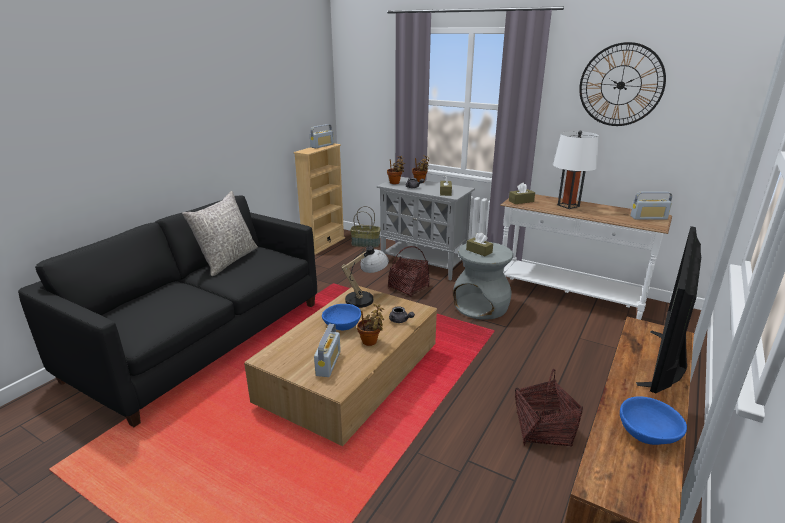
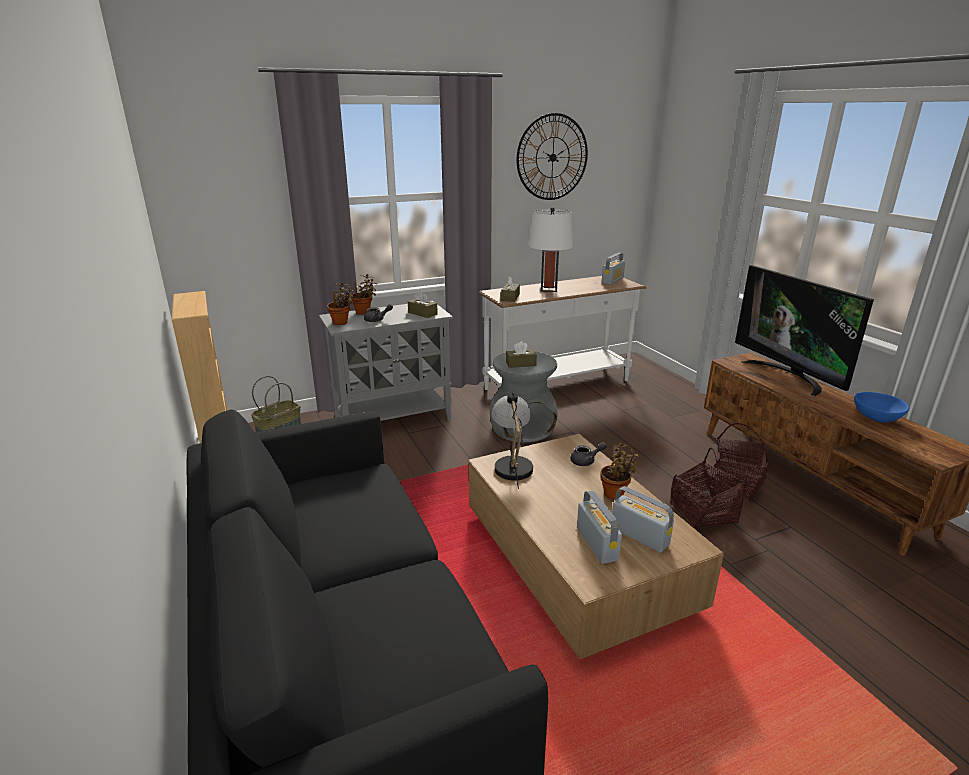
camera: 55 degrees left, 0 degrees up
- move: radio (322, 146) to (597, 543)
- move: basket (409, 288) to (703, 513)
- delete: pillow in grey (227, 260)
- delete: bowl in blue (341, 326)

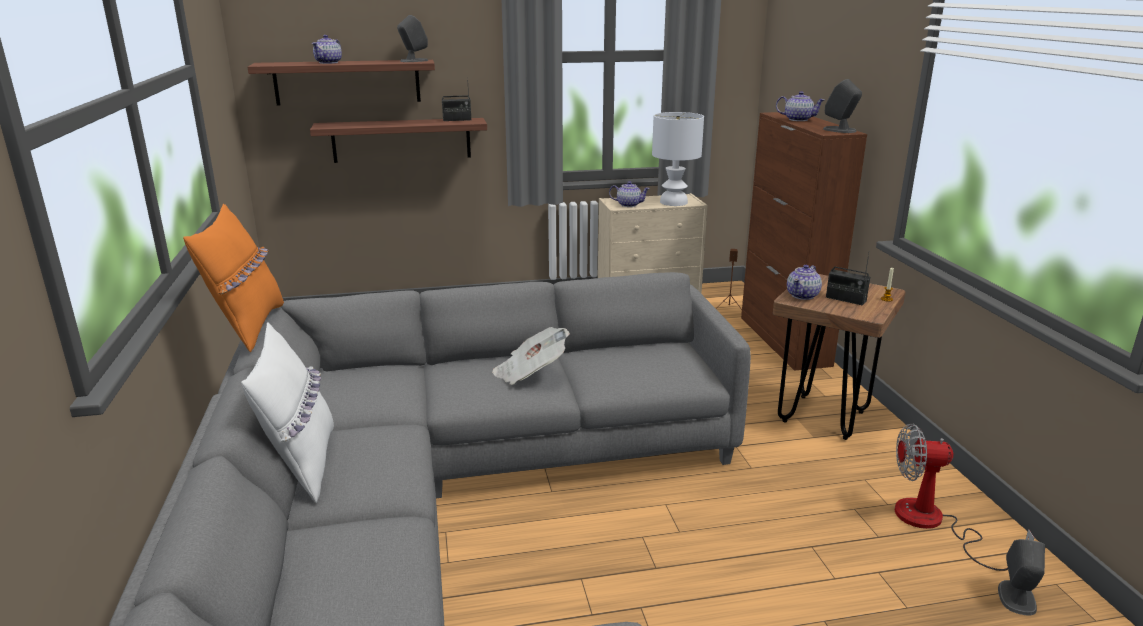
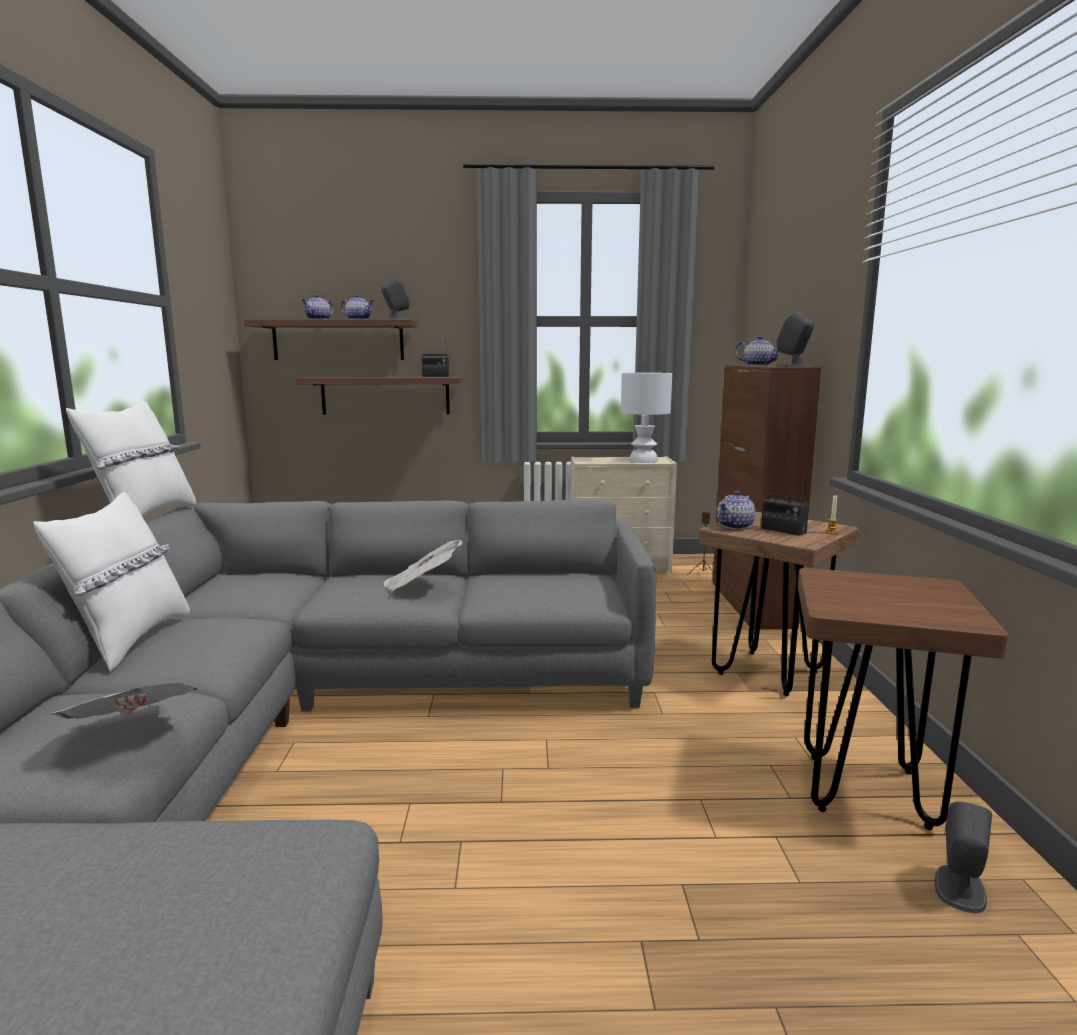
camera: 10 degrees right, 10 degrees down
- insert: newspaper (132, 733)
- recolor: pillow in orange (248, 327) to pillow in white (144, 517)
- move: teapot (628, 205) to (358, 319)
- replace: fan (933, 524) to stool in brown (867, 791)

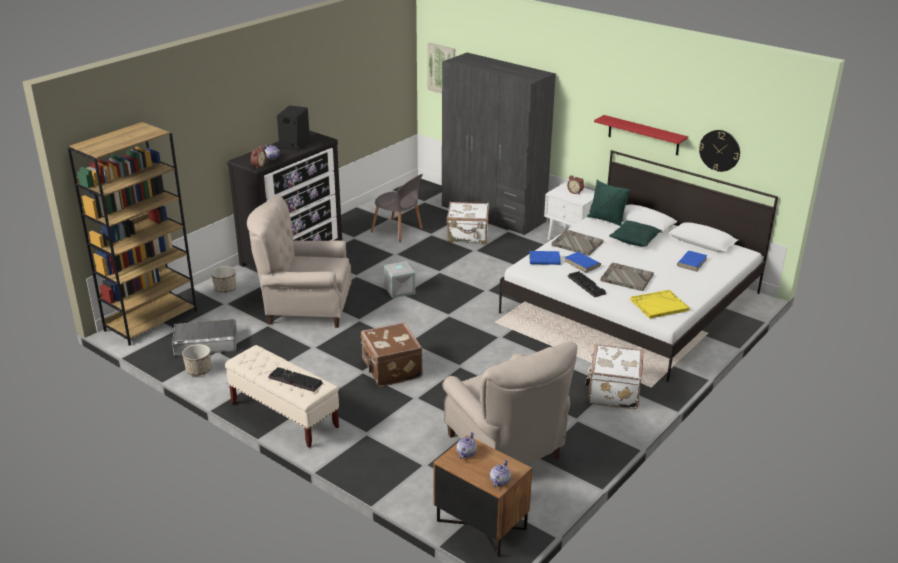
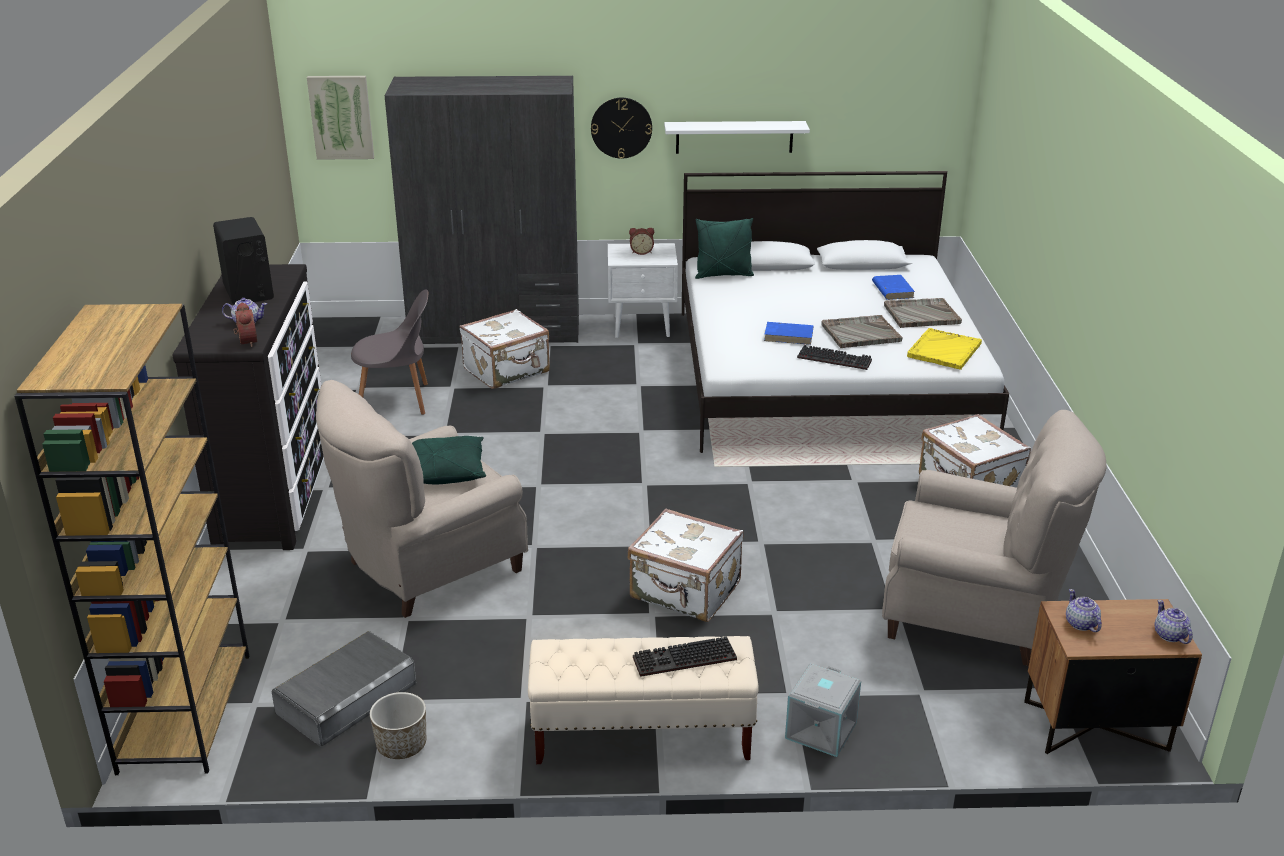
camera: 40 degrees left, 0 degrees up
- move: pillow in green (635, 240) to (446, 471)
- move: wall clock (719, 150) to (621, 127)
- recolor: suitcase in brown (391, 370) to suitcase in white (685, 592)
- recolor: shelf in red (643, 135) to shelf in white (734, 137)
- move: storage box in grey (399, 290) to (822, 731)
- move: tray in grey (576, 243) to (921, 314)
- delete: planter (225, 289)
- delete: book in blue (544, 260)

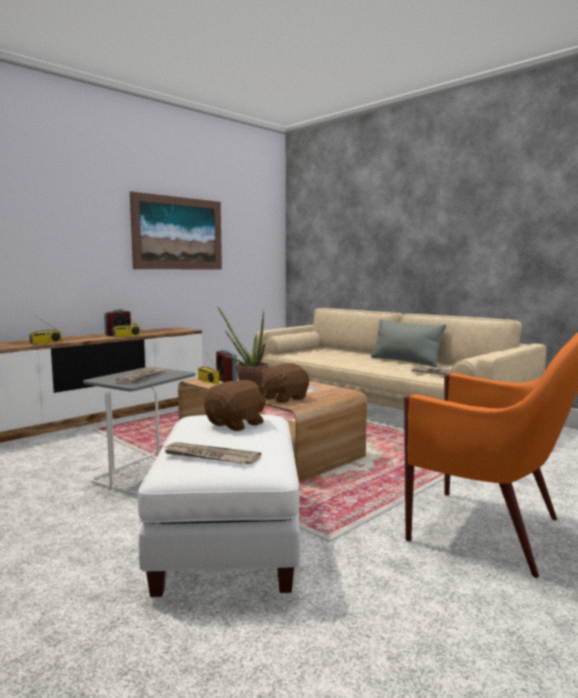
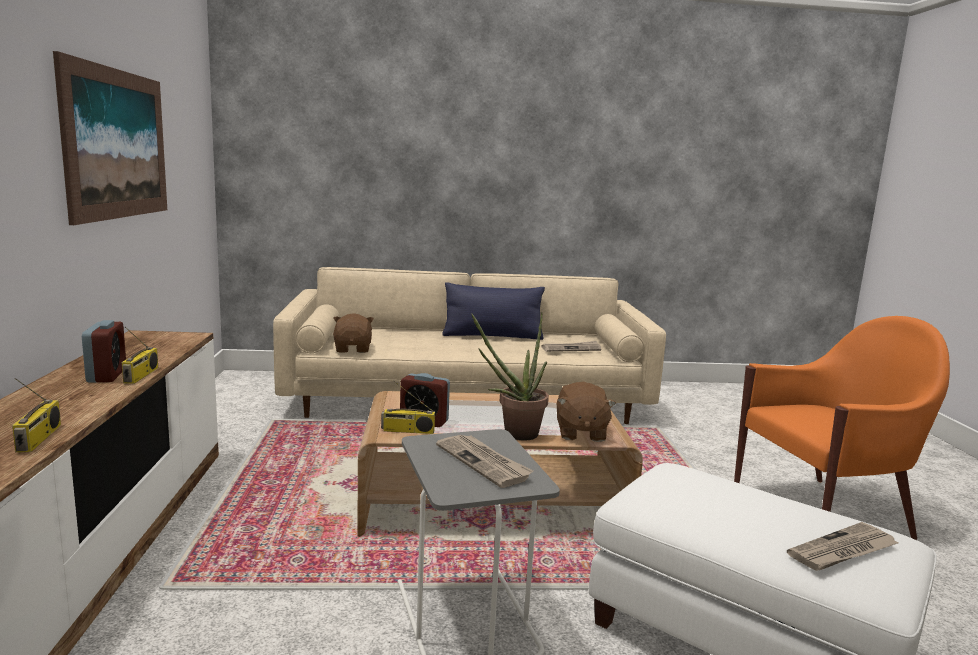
camera: 50 degrees left, 5 degrees up
- move: plush toy in brown (237, 424) to (353, 349)
- recolor: pillow in grey (405, 361) to pillow in blue (492, 336)

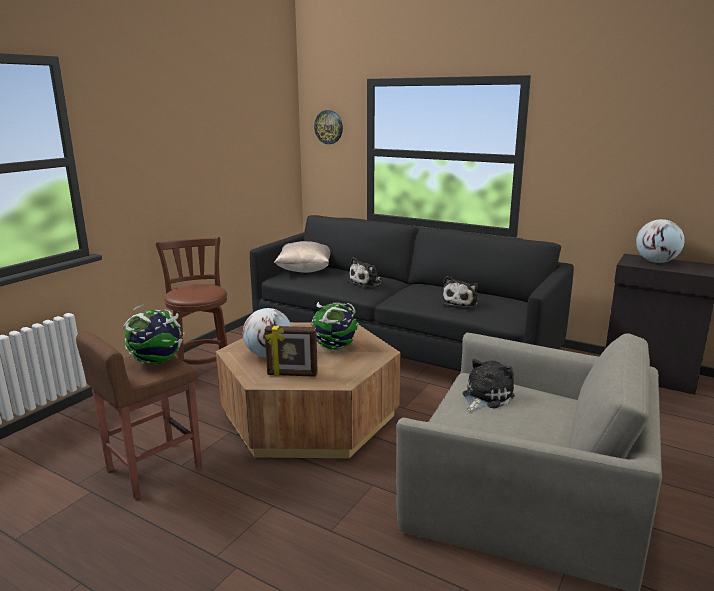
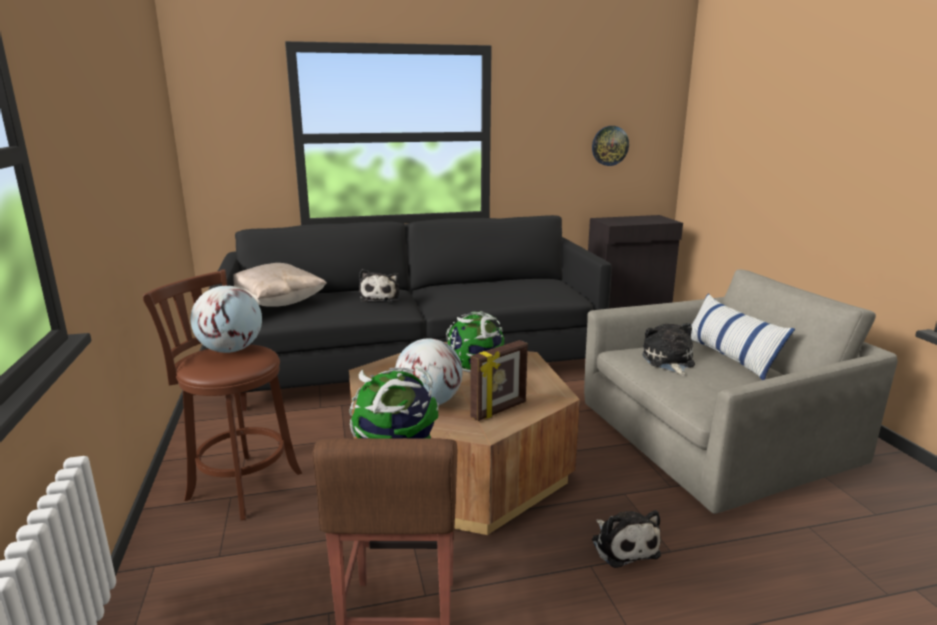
camera: 45 degrees left, 0 degrees up
- move: globe (656, 262) to (231, 350)
- move: wall clock (329, 127) to (609, 145)
- move: plush toy (461, 302) to (623, 545)
- insert: pillow (729, 356)

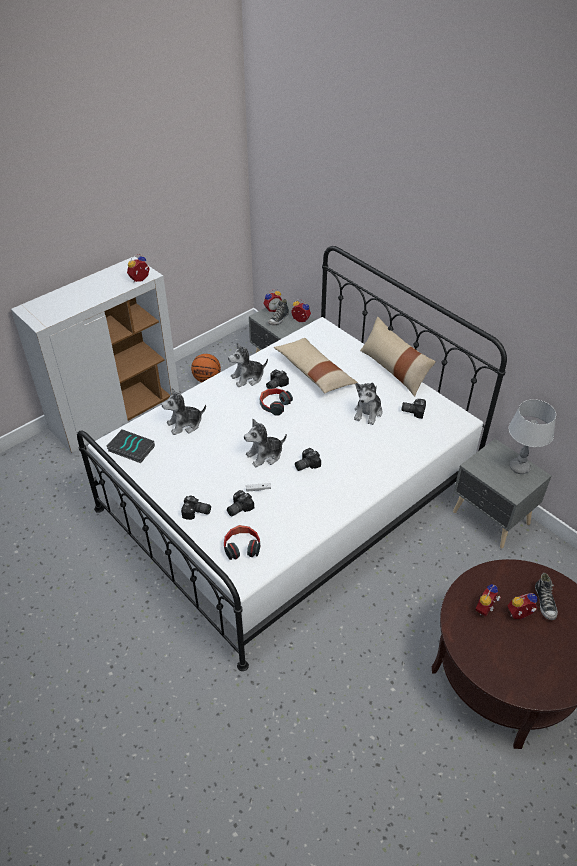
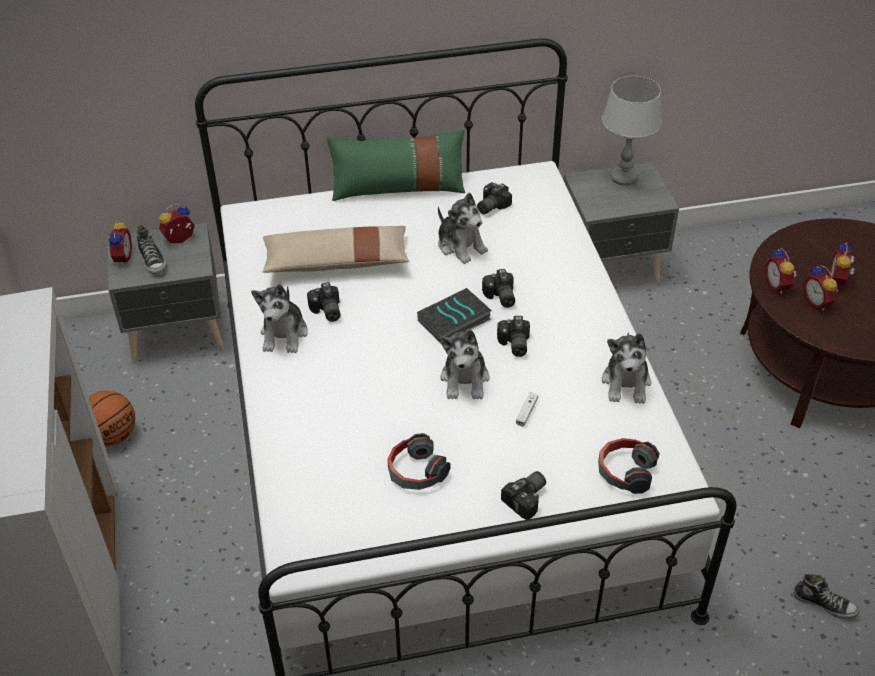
camera: 60 degrees left, 0 degrees up
- recolor: pillow in beige (394, 369) to pillow in green (398, 187)
- move: headphones (274, 405) to (415, 472)
- move: book (130, 449) to (454, 321)
- move: photo camera (238, 508) to (500, 297)
- move: plush toy (185, 424) to (626, 382)
- move: alarm clock (140, 280) to (778, 285)
- move: shoe (545, 602) to (824, 604)

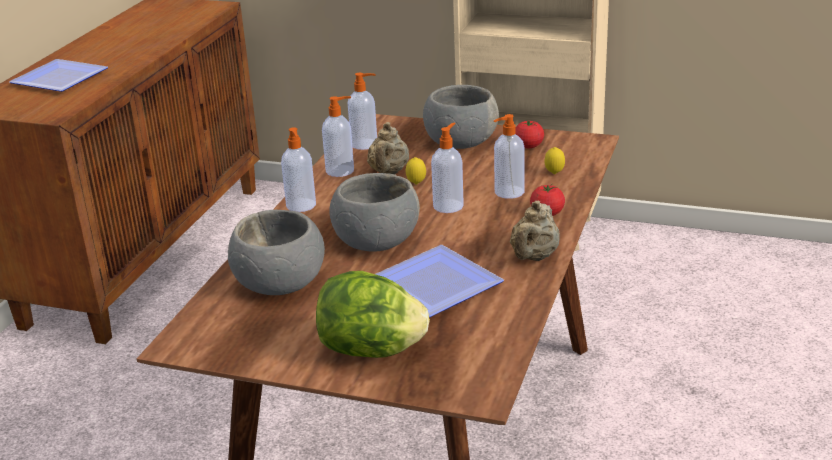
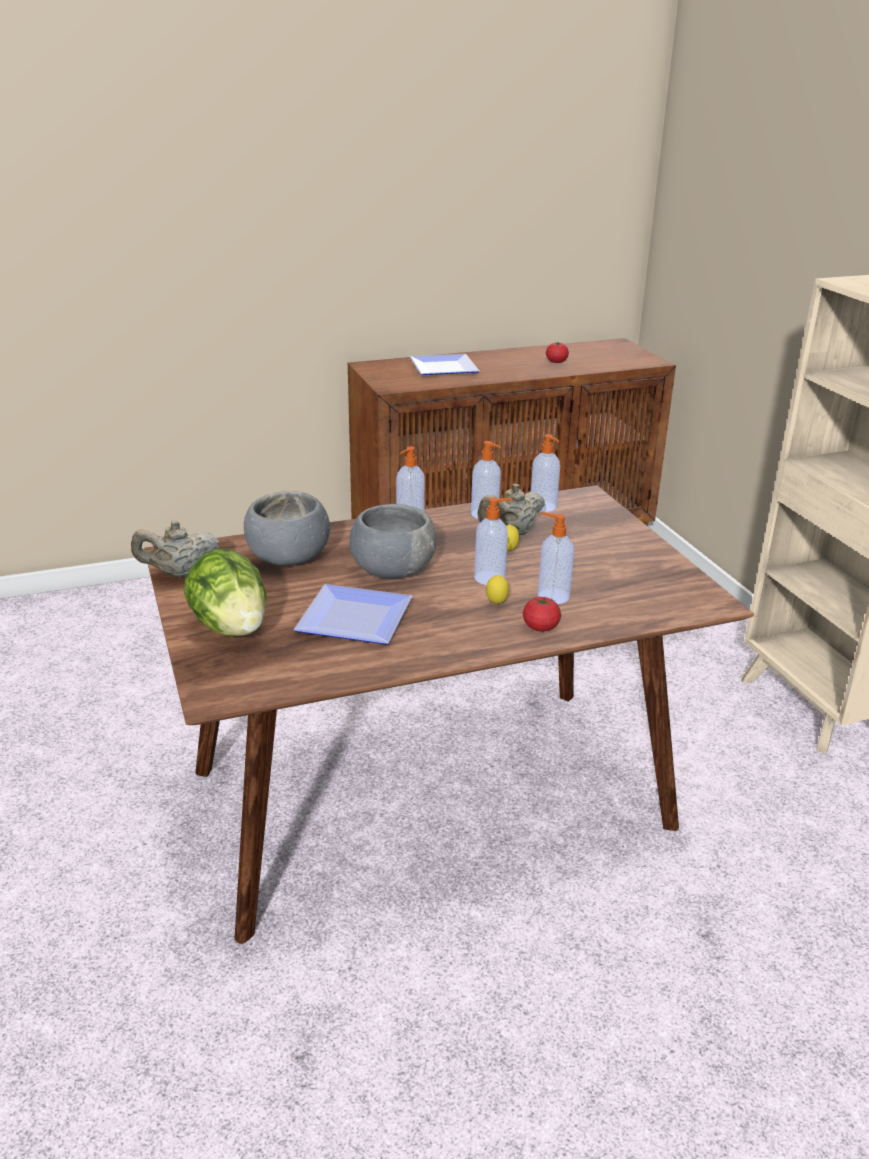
camera: 50 degrees right, 0 degrees up
- move: teapot in beige (534, 257) to (178, 573)
- move: lemon (554, 174) to (496, 604)
- move: tomato (528, 146) to (556, 362)
- delete: bowl in grey (461, 142)

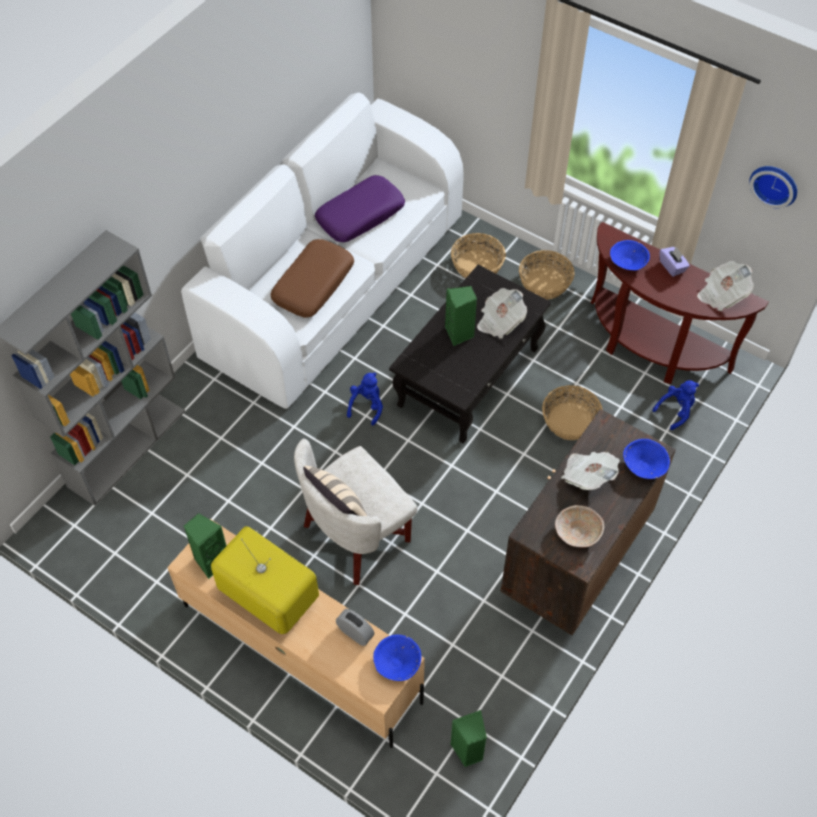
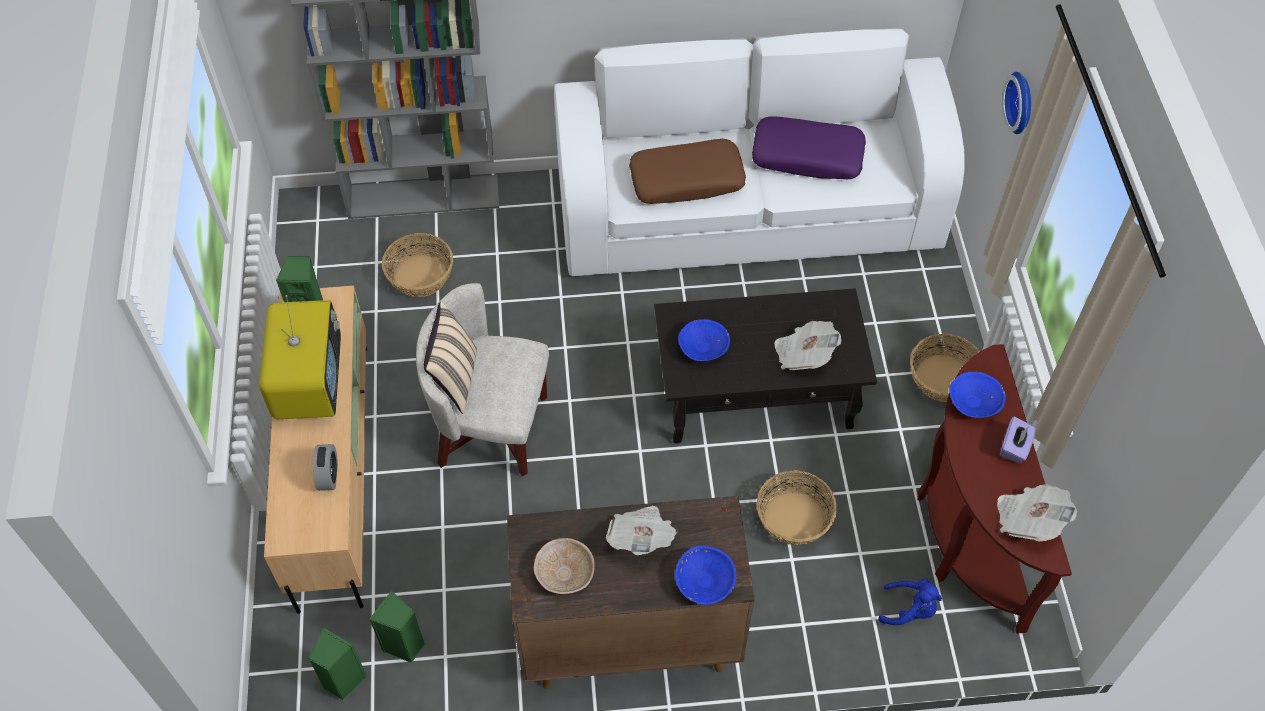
camera: 50 degrees right, 0 degrees up
- move: speaker in green (460, 334) to (404, 646)
- move: basket (476, 266) to (420, 276)
- move: bowl in blue (397, 662) to (704, 347)
- move: wall clock (775, 184) to (1022, 102)
- delete: plush toy in blue (367, 406)

